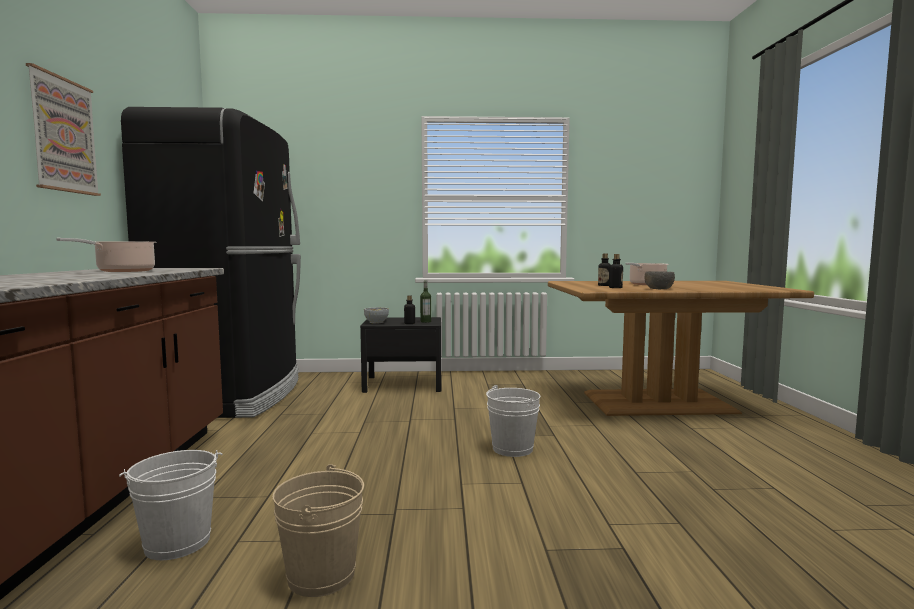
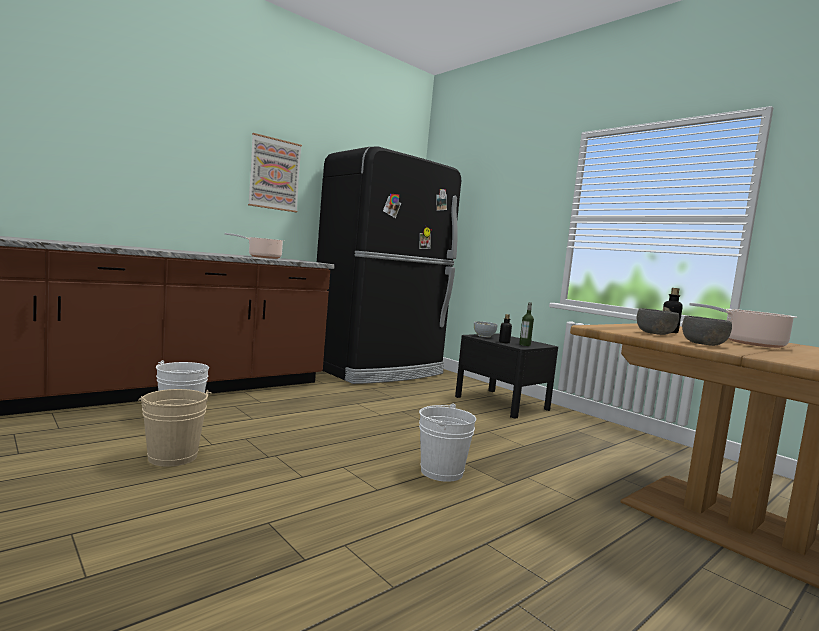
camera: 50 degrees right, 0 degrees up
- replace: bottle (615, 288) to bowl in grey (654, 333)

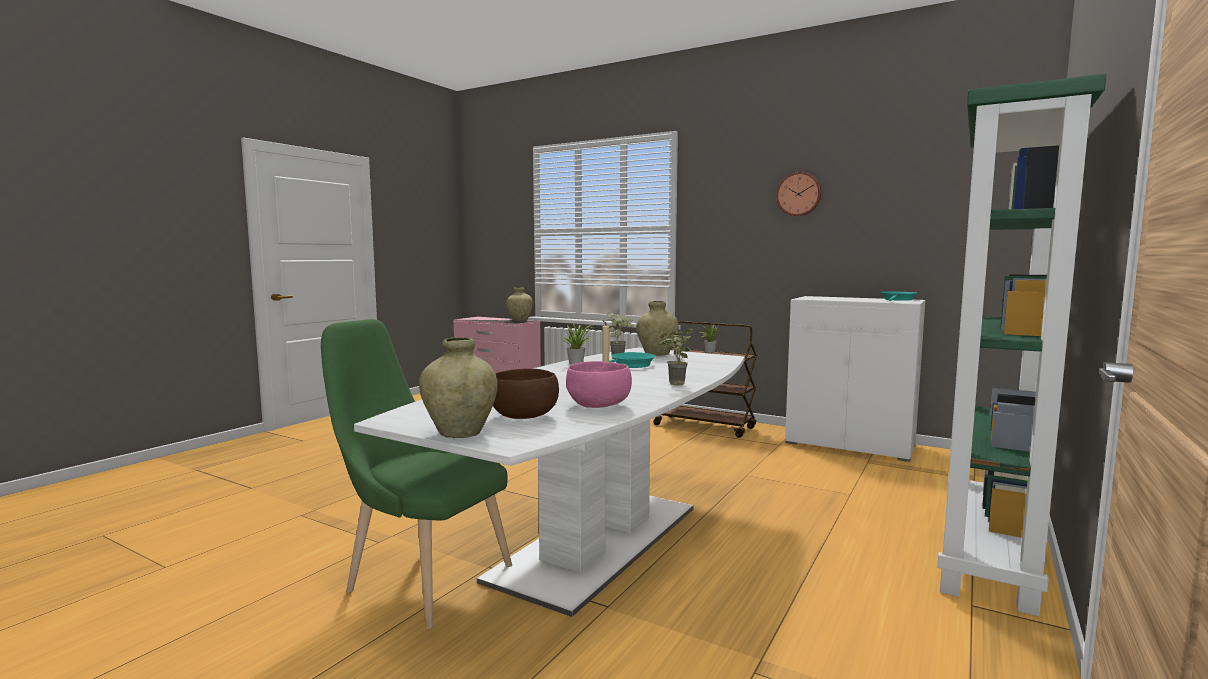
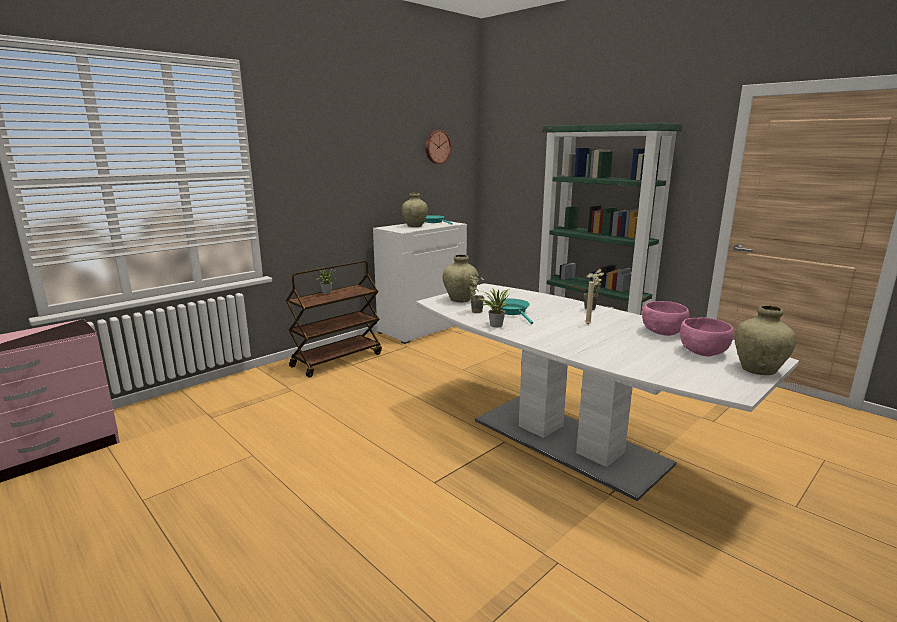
camera: 75 degrees left, 10 degrees up
- move: vase in beige (519, 320) to (415, 226)
- move: wall clock (799, 194) to (437, 147)
- recolor: bowl in brown (524, 416) to bowl in pink (703, 352)
- delete: chair in green (422, 579)

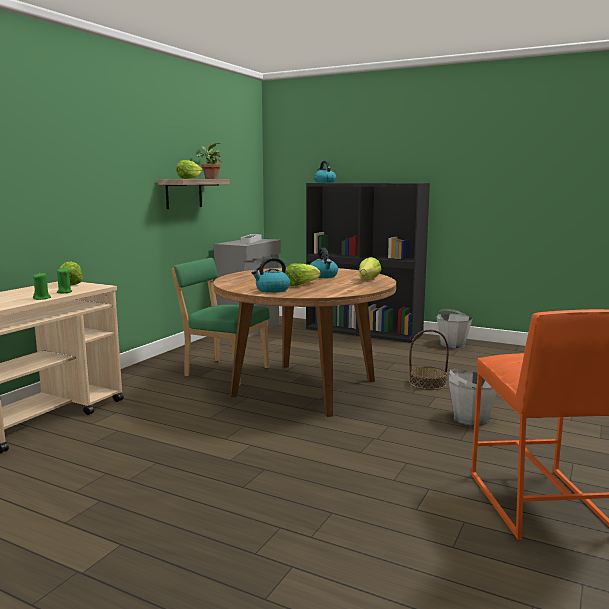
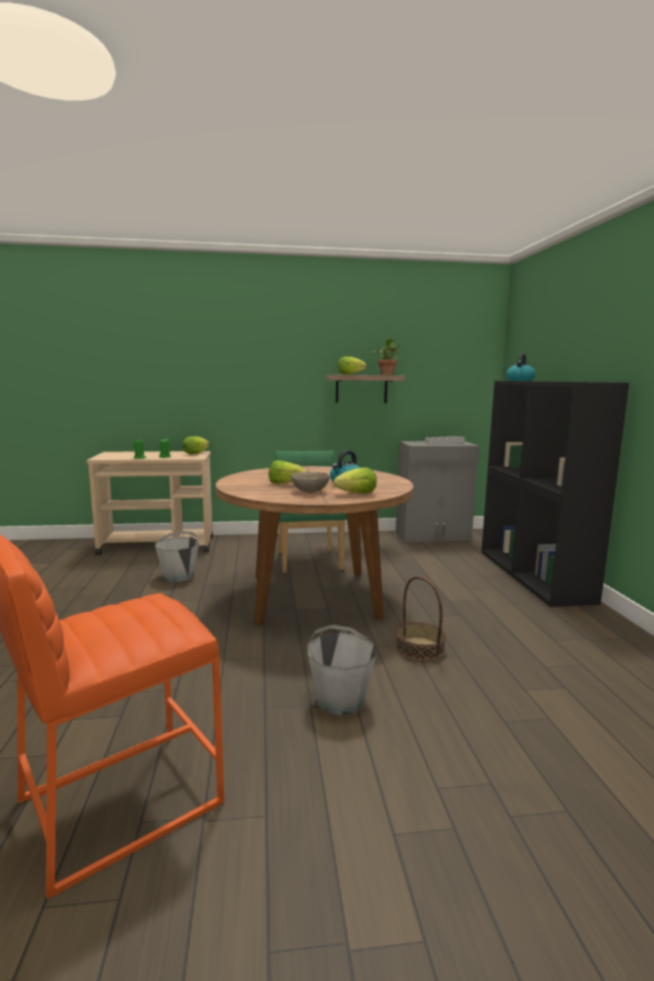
camera: 55 degrees right, 0 degrees up
- move: bucket in grey (452, 344) to (179, 576)
- insert: bowl in beige (310, 491)
- delete: kettle (272, 290)

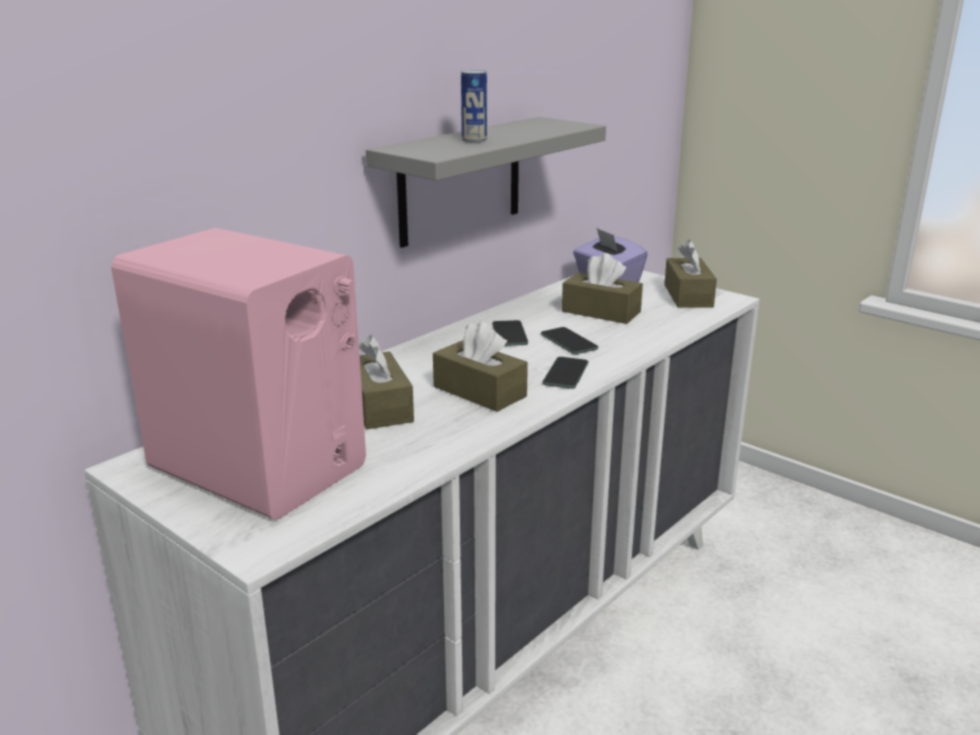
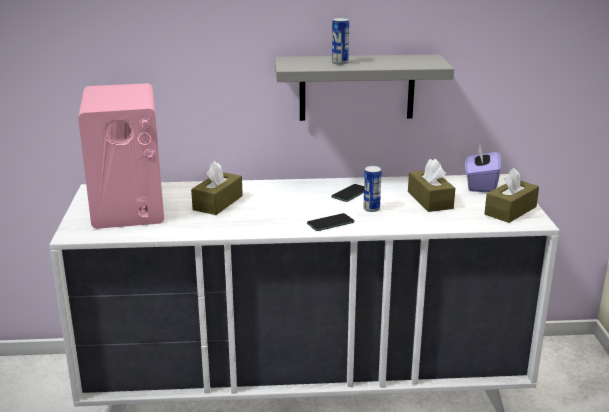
camera: 45 degrees right, 0 degrees up
- replace: phone (568, 341) to can (371, 208)
- delete: tissue box in brown (479, 391)

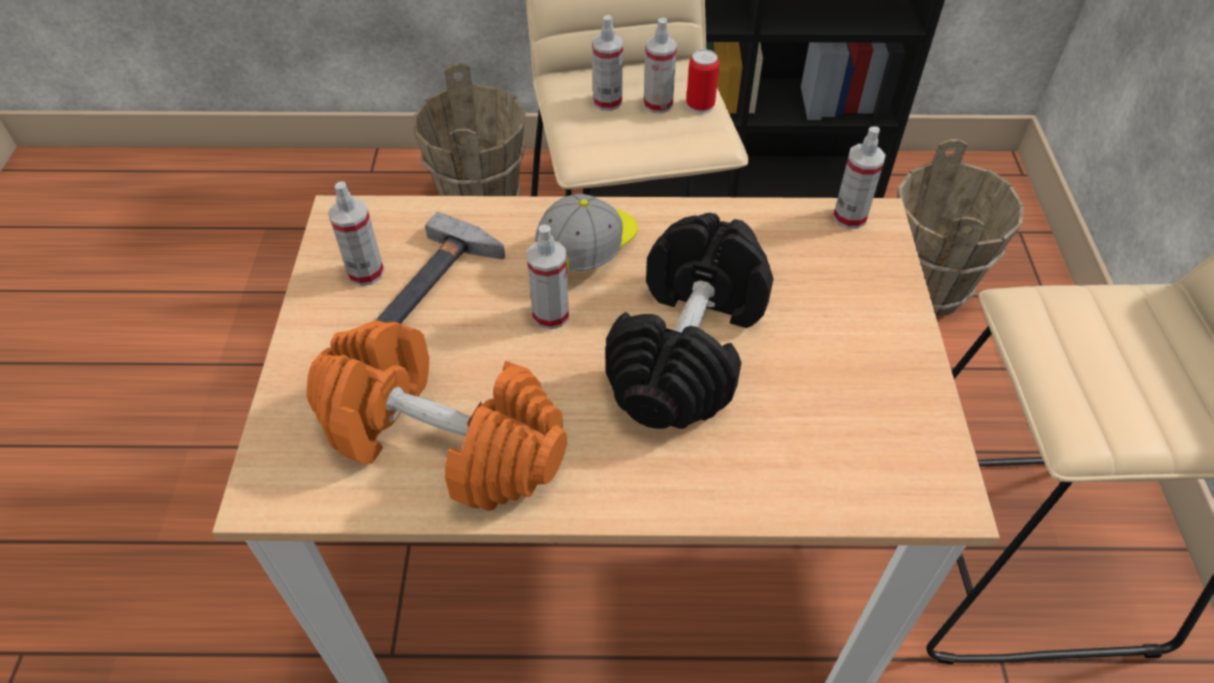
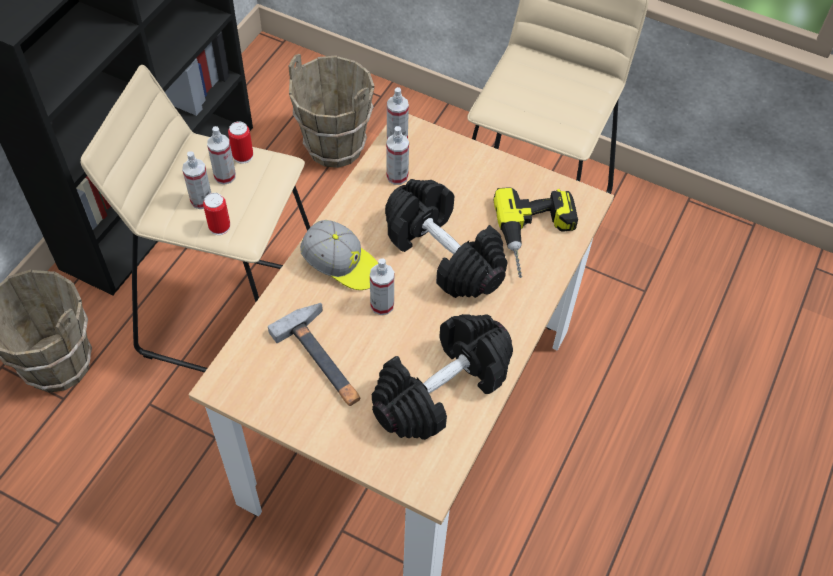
camera: 65 degrees left, 5 degrees up
- insert: can (219, 227)
- rotate: cap (589, 248) = (341, 265) 150 degrees clockwise
- recolor: dumbbell in orange (444, 440) to dumbbell in black (441, 388)
- move: spray bottle (366, 273) to (397, 176)
- insert: power drill (537, 237)

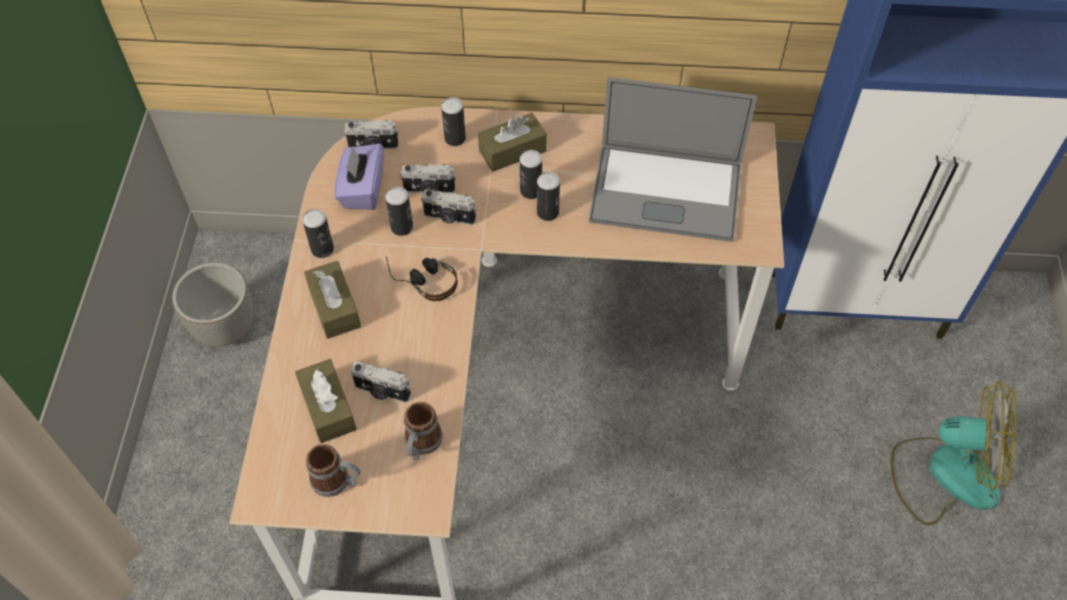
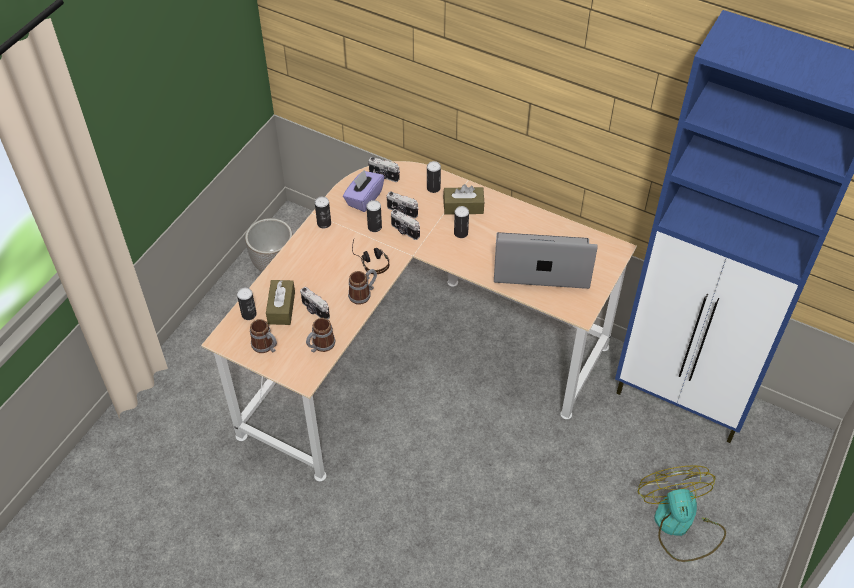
camera: 25 degrees right, 5 degrees down
- move: can (548, 212) to (249, 314)
- insert: mug (363, 294)
- rotate: laptop (665, 192) = (541, 262) 150 degrees clockwise
- rotate: fan (945, 472) = (679, 525) 135 degrees counterclockwise
- delete: tissue box in brown (334, 307)

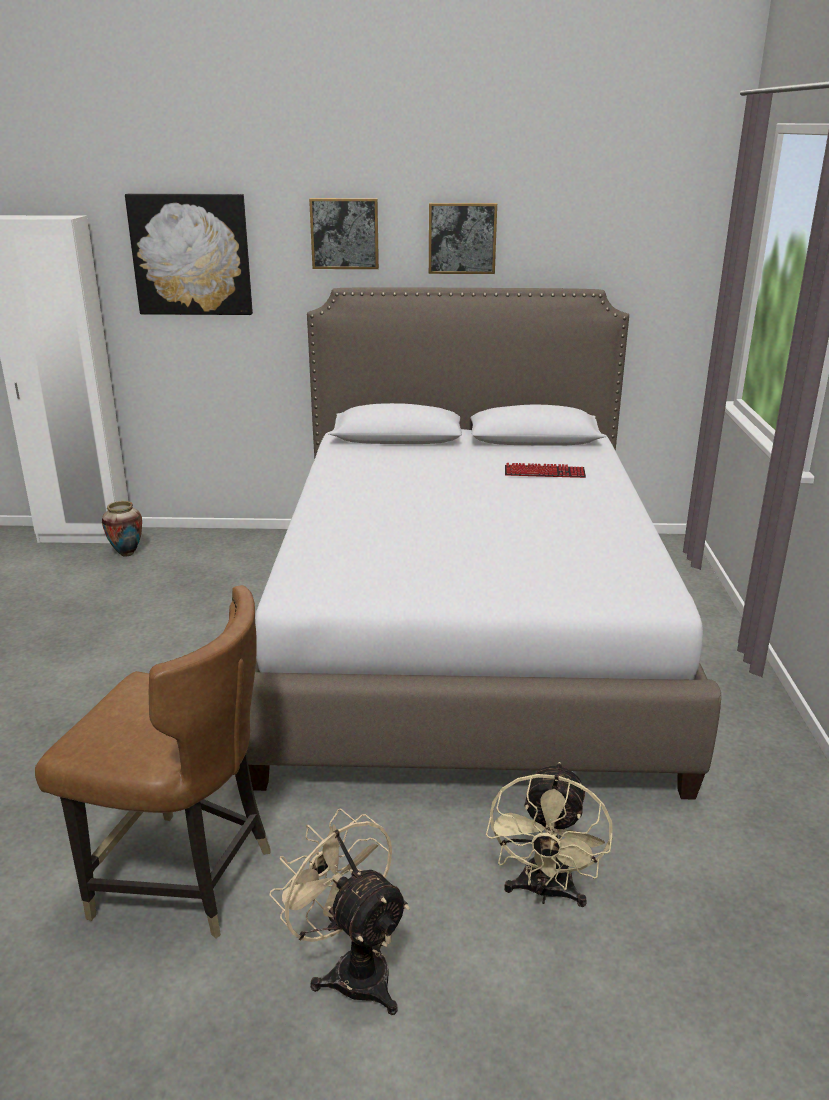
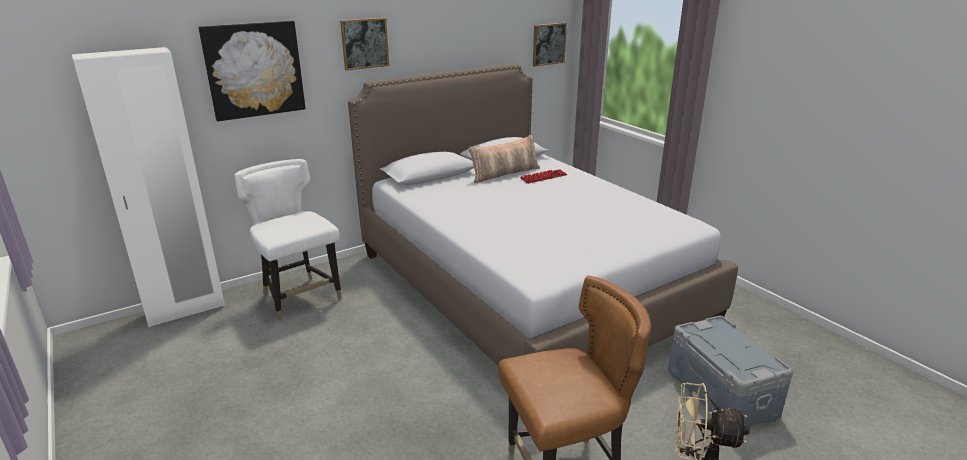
camera: 35 degrees left, 0 degrees up
- insert: chair in white (300, 297)
- insert: pillow (504, 174)
- move: picture (462, 238) to (548, 44)
- replace: fan in beige (545, 892) to storage box in grey (722, 393)
- delete: vase (126, 554)

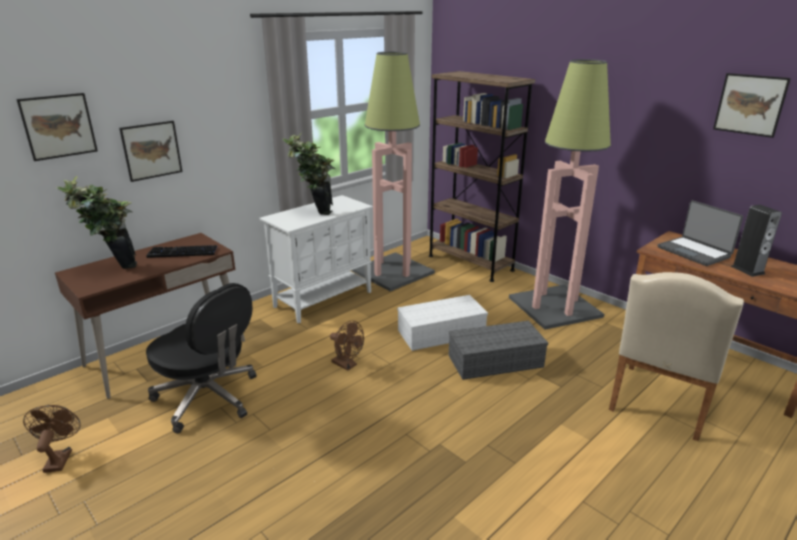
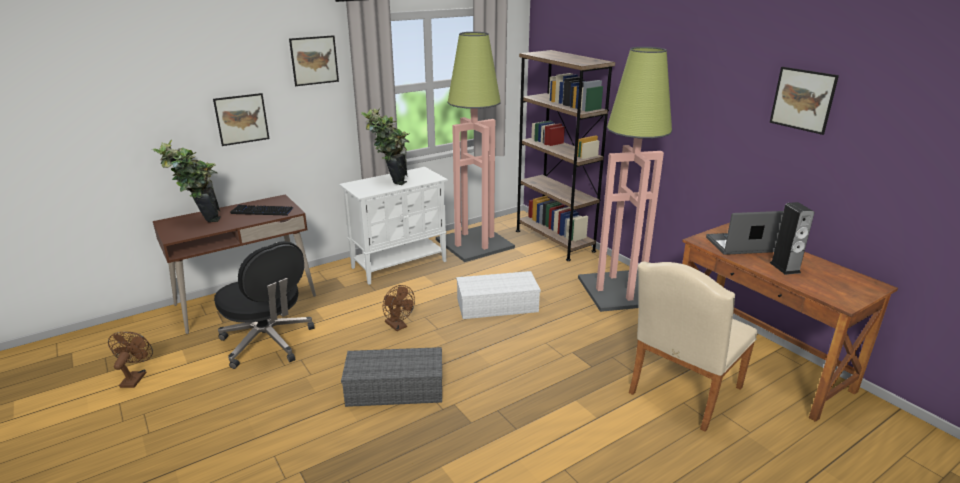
camera: 10 degrees right, 0 degrees up
- move: picture (58, 126) to (314, 60)
- move: storage box in grey (496, 360) to (396, 388)
- rotate: laptop (694, 252) = (741, 245) 105 degrees clockwise

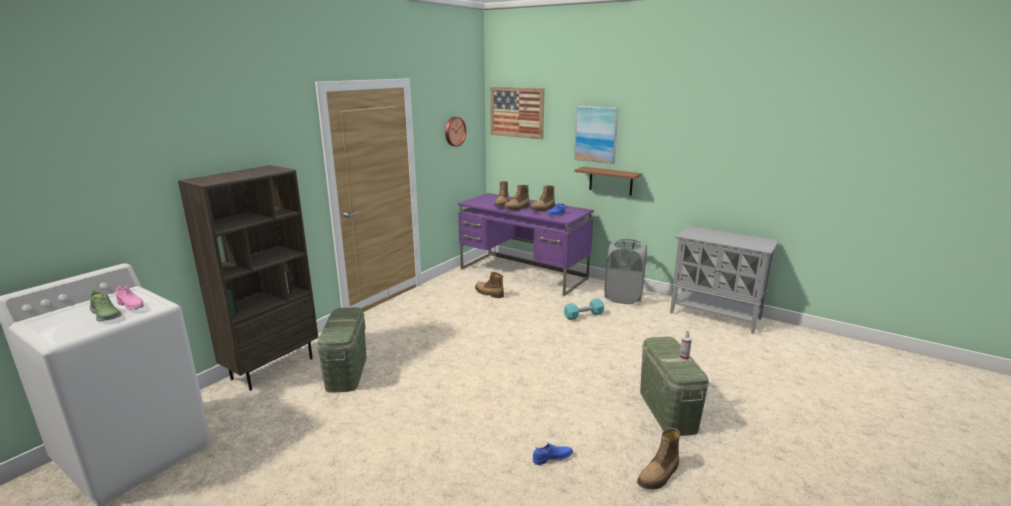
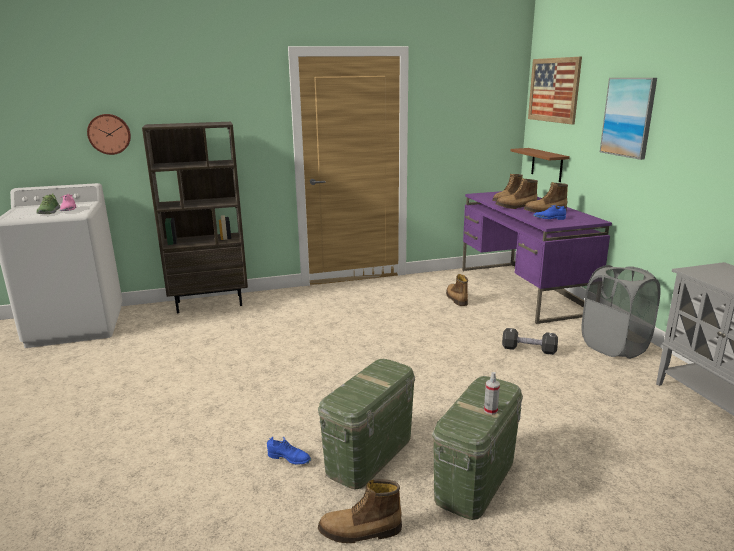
camera: 40 degrees right, 0 degrees up
- move: wall clock (454, 131) to (109, 134)
- move: storage box in green (346, 372) to (369, 454)
- recolor: dumbbell in turquoise (583, 315) to dumbbell in black (528, 349)
- move: shelf in brown (610, 181) to (547, 164)

